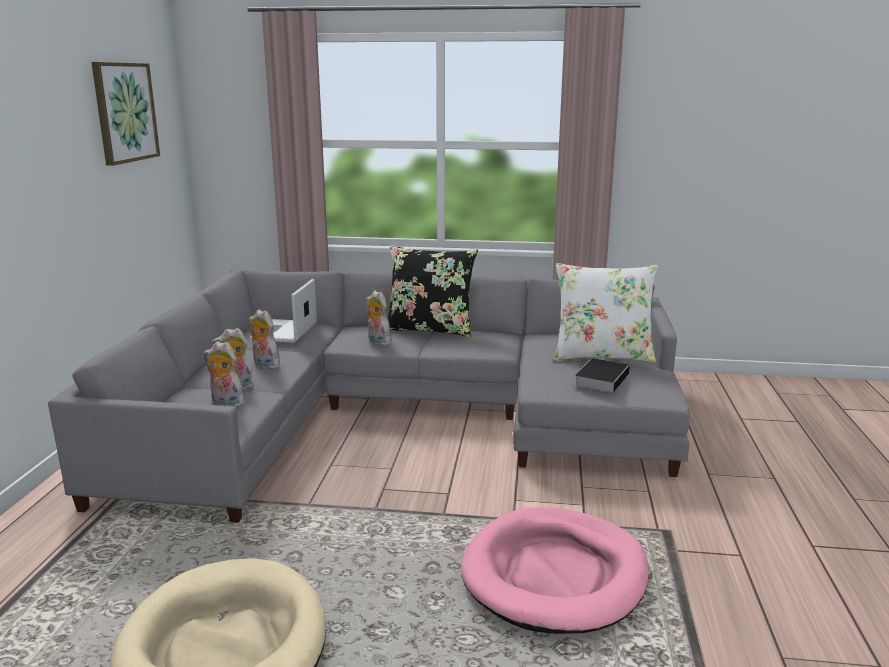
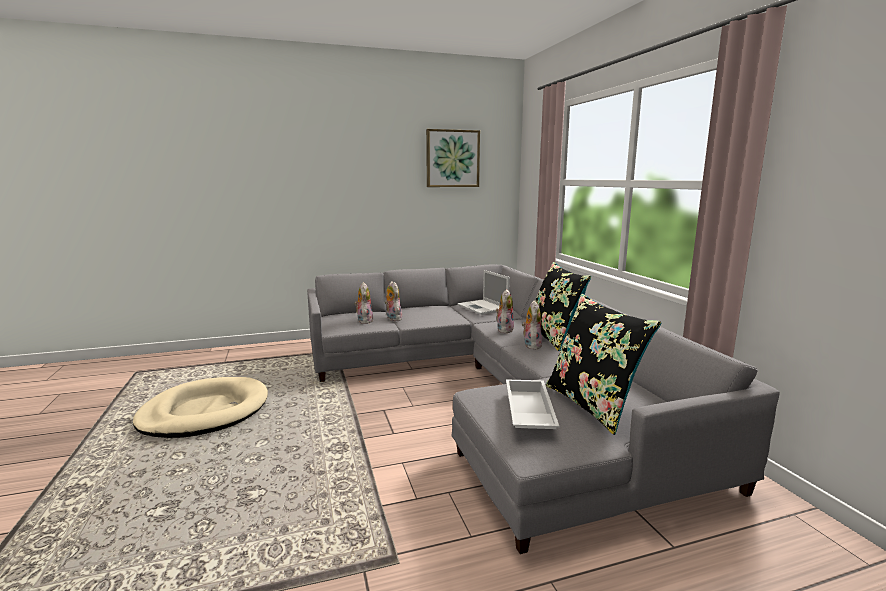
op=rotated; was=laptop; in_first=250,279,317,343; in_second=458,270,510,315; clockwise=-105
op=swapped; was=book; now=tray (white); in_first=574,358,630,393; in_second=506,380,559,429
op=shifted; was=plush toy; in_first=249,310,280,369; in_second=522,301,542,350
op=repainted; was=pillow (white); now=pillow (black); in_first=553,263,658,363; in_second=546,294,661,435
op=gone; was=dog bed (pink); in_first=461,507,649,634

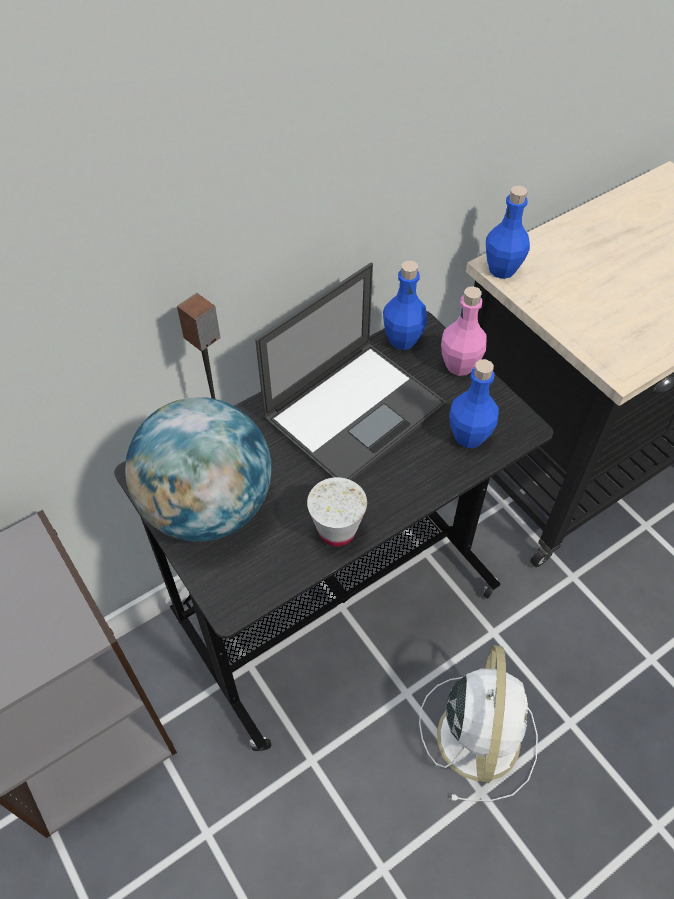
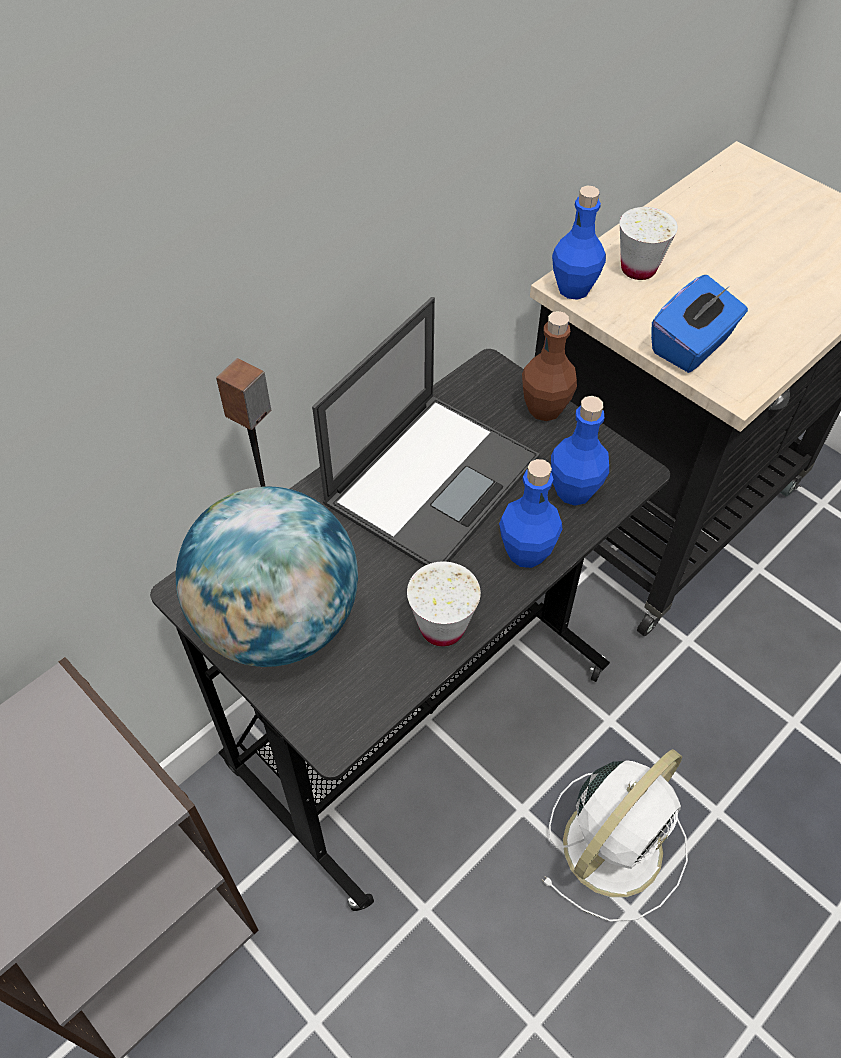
op=shifted; was=bottle (blue); in_first=383,260,427,350; in_second=499,459,562,568
op=repainted; was=bottle (pink); now=bottle (brown); in_first=441,286,487,376; in_second=522,311,577,421
op=rotated; was=fan (white); in_first=419,645,538,801; in_second=542,749,688,922; clockwise=45
op=new; now=cup (white); in_second=620,207,678,280
op=new; now=tissue box (blue); in_second=651,275,748,373

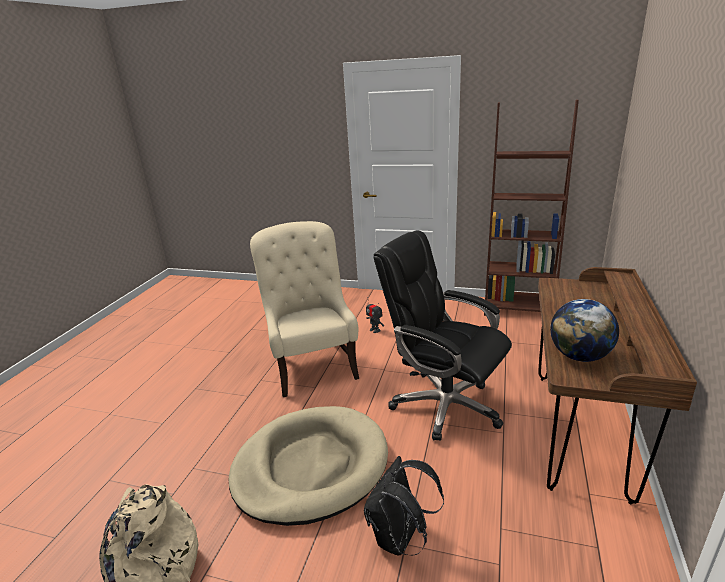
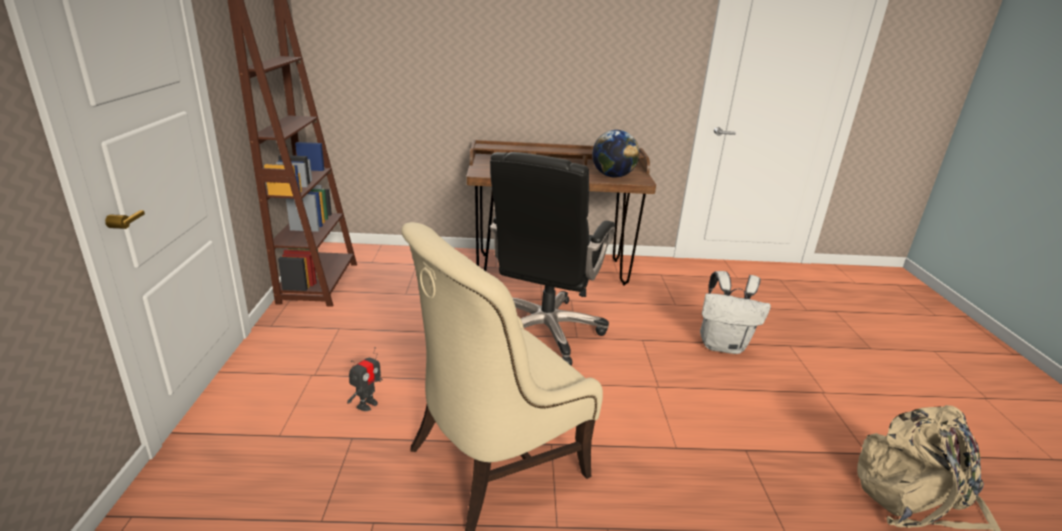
op=repainted; was=backpack (black); now=backpack (white); in_first=364,456,444,556; in_second=700,271,771,354
op=gone; was=dog bed (beige); in_first=229,406,388,526

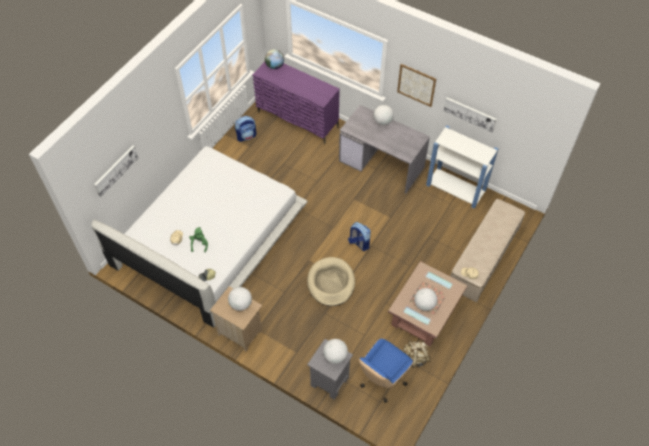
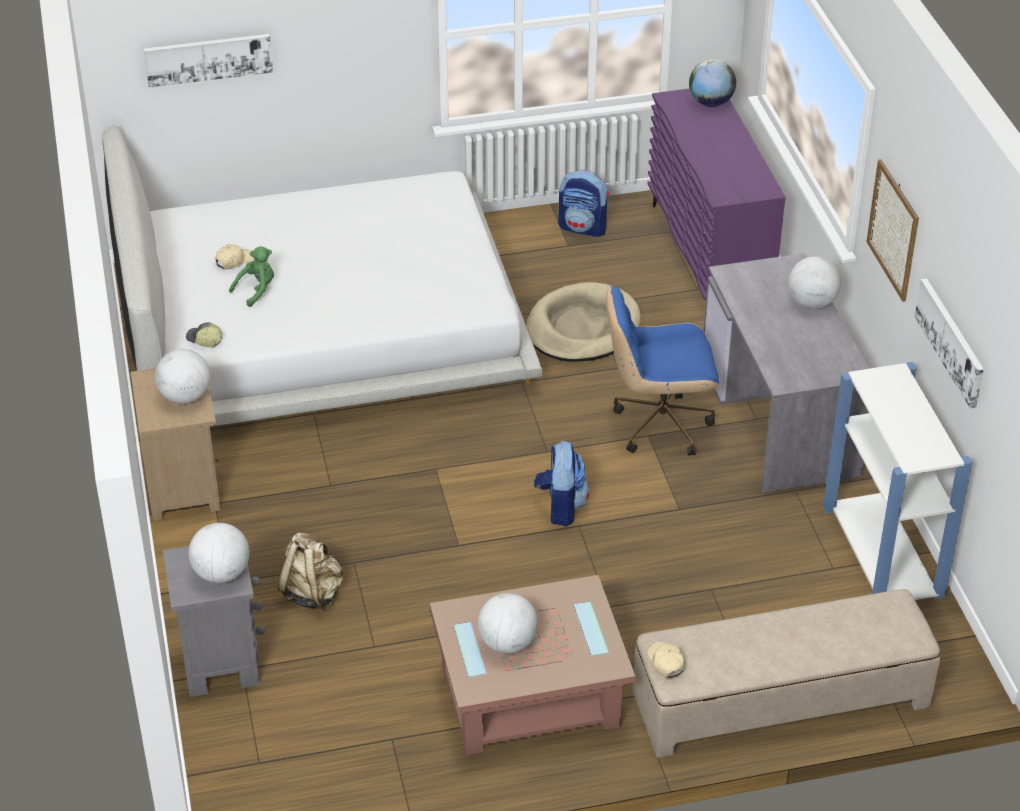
op=shifted; was=backpack (beige); in_first=403,341,431,368; in_second=278,533,343,610
op=shifted; was=dog bed (beige); in_first=307,257,355,306; in_second=526,282,641,361
op=shifted; was=office chair (blue); in_first=359,338,413,403; in_second=606,286,720,456

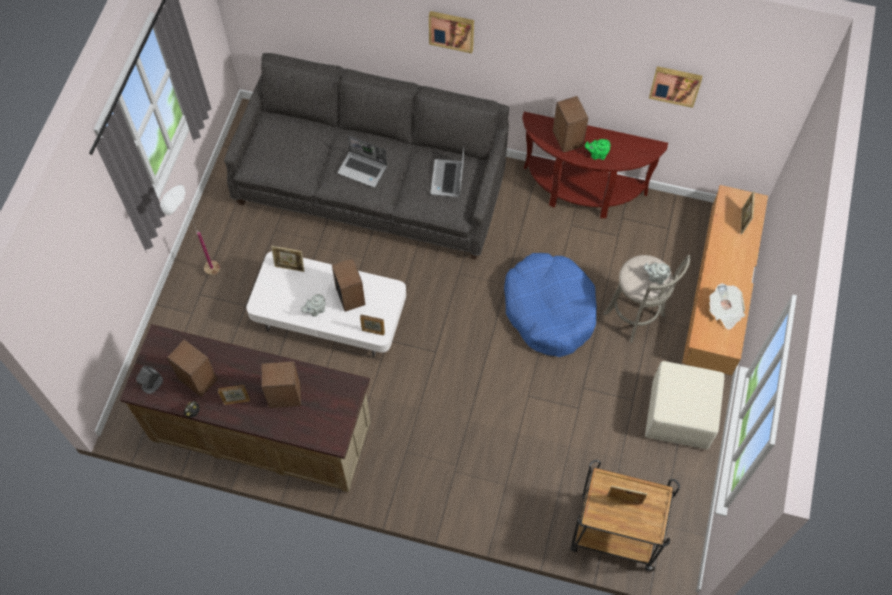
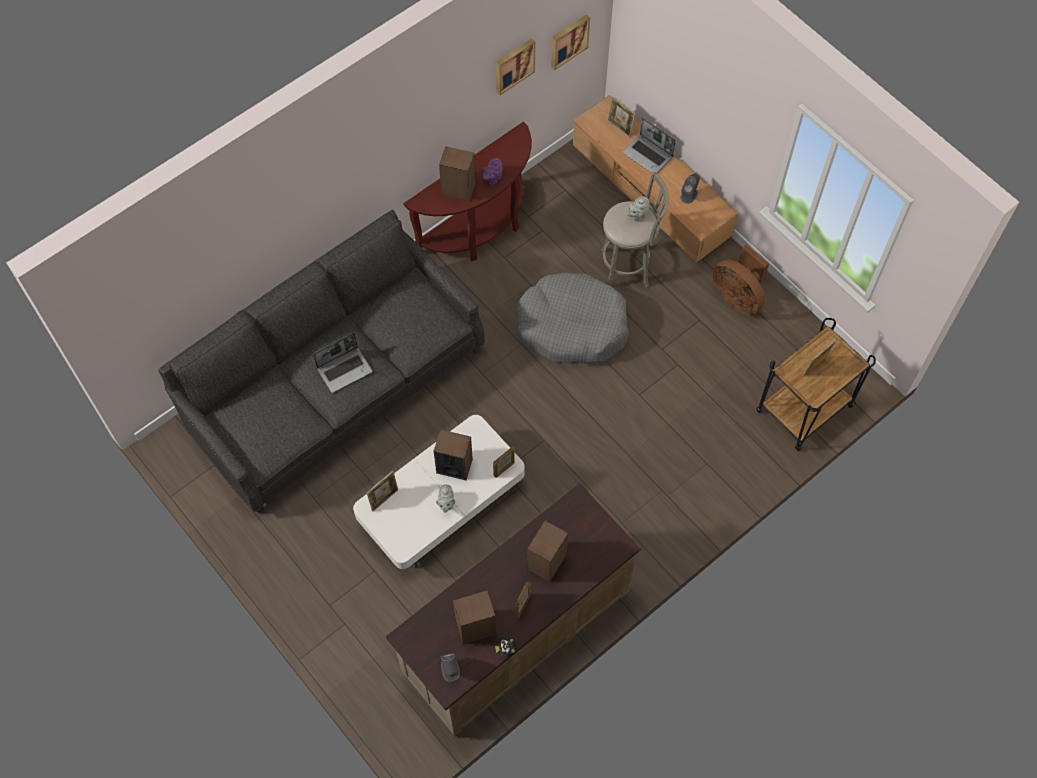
op=repainted; was=teapot (green); now=teapot (purple); in_first=585,139,611,160; in_second=483,158,503,184
op=repainted; was=dog bed (blue); now=dog bed (grey); in_first=504,253,597,357; in_second=516,272,629,364
op=shifted; was=picture; in_first=429,11,474,53; in_second=551,14,590,70
op=shifted; was=laptop; in_first=431,146,464,197; in_second=622,117,676,174
op=swapped; was=newspaper; now=speaker (grey); in_first=709,283,745,330; in_second=680,173,700,204
op=swapped; was=ottoman (beige); now=fan (brown); in_first=645,361,725,449; in_second=713,244,769,315
op=gone; was=floor lamp (white); in_first=160,185,220,276

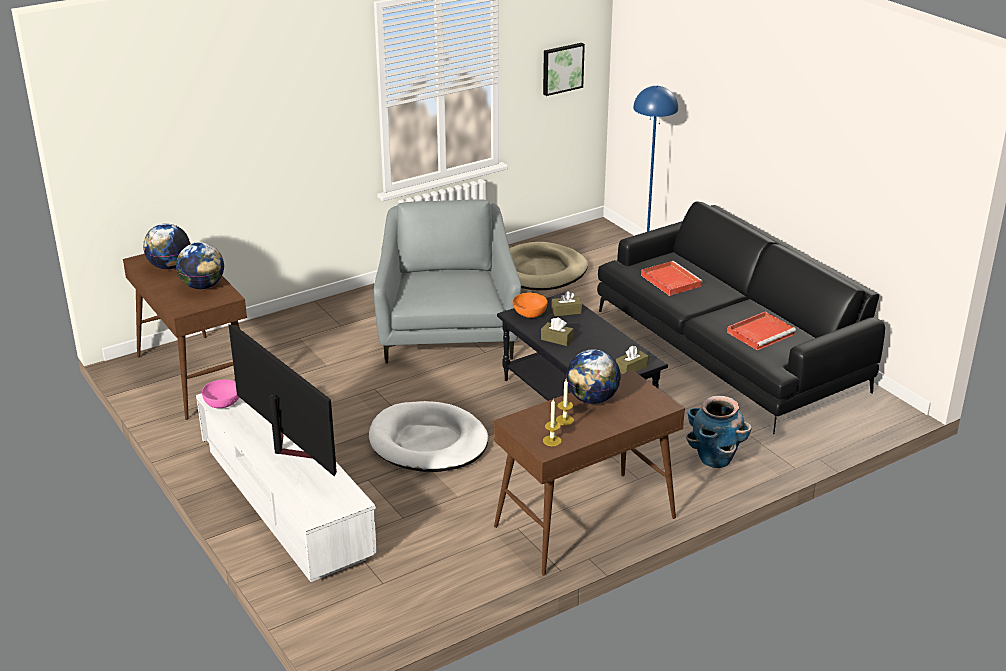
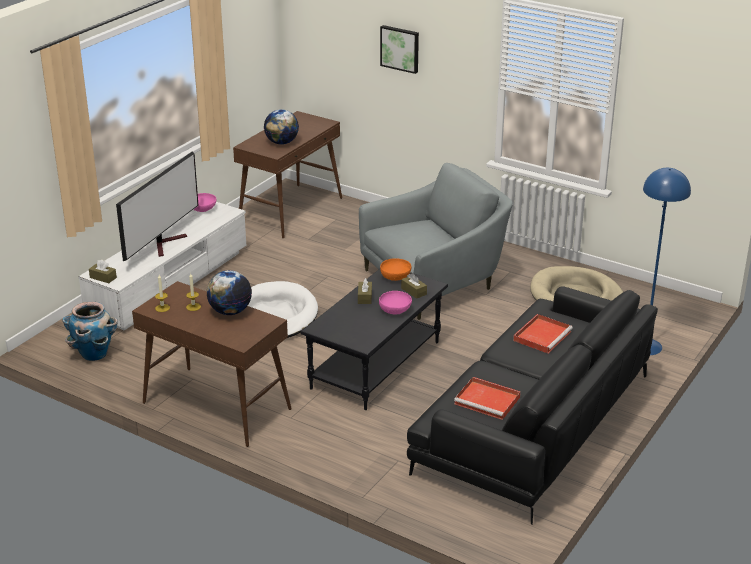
op=shifted; was=planter; in_first=686,396,752,468; in_second=63,302,118,361
op=shifted; was=tissue box (brown); in_first=616,346,649,374; in_second=89,260,117,283
op=new; now=bowl (pink); in_second=379,291,412,314
op=shifted; was=picture; in_first=543,43,585,96; in_second=380,25,419,74
op=gone; was=globe; in_first=143,224,190,269

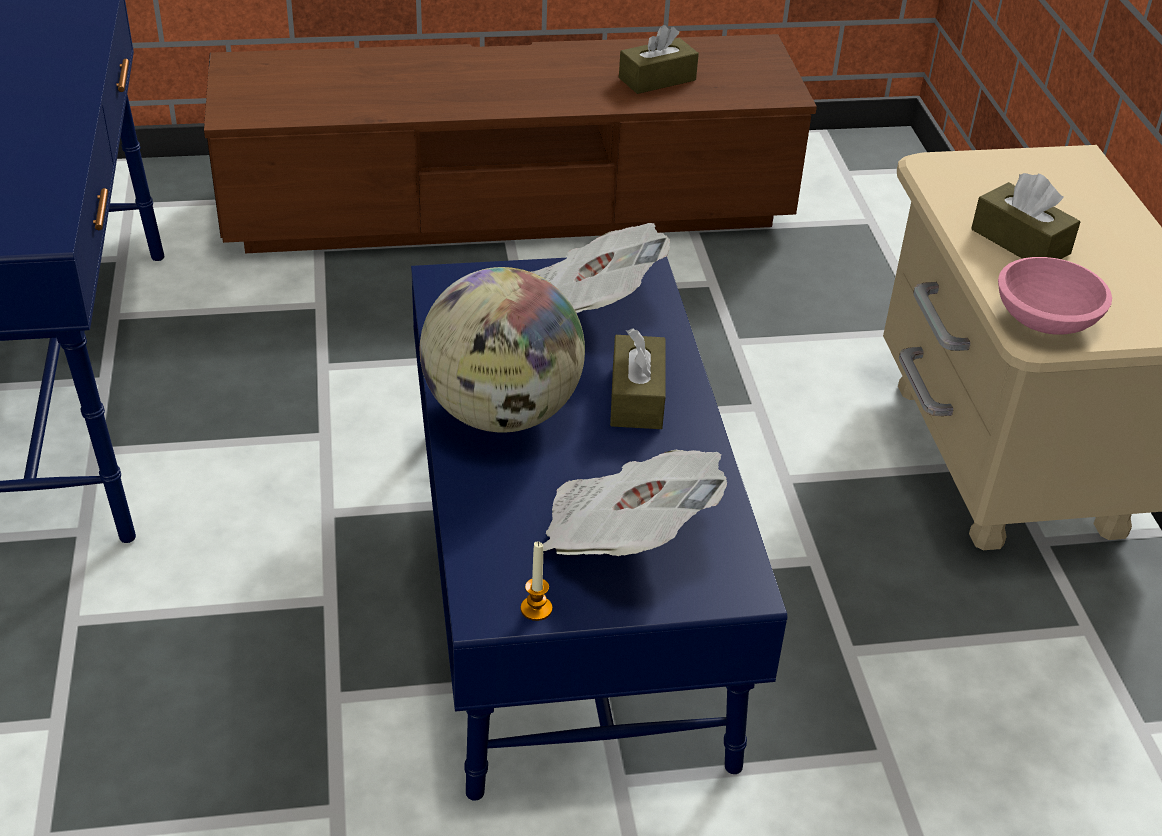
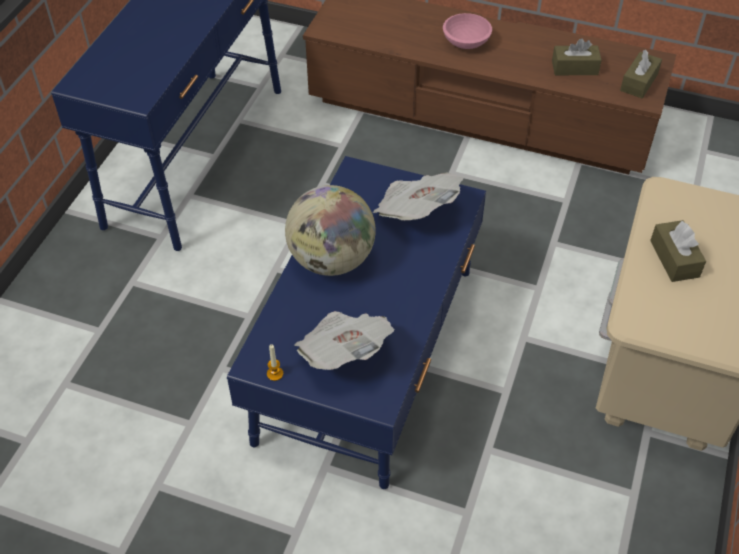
op=shifted; was=bowl (pink); in_first=998,257,1112,335; in_second=443,13,492,49
op=shifted; was=tissue box (brown); in_first=610,328,666,429; in_second=620,50,662,98

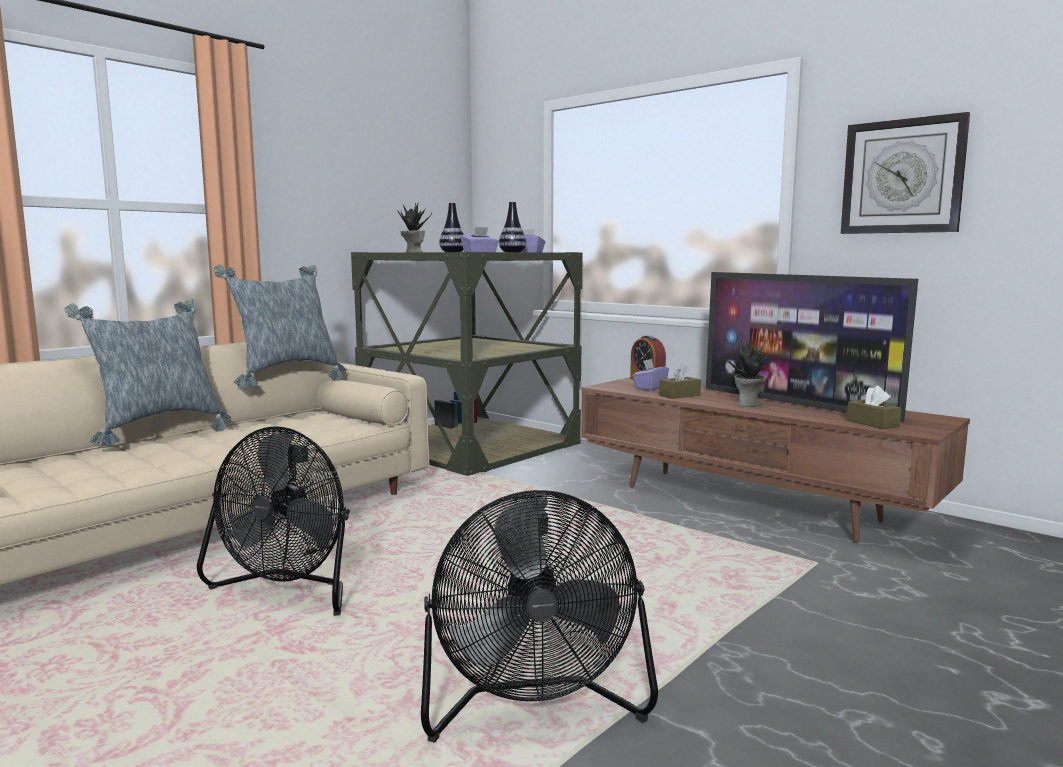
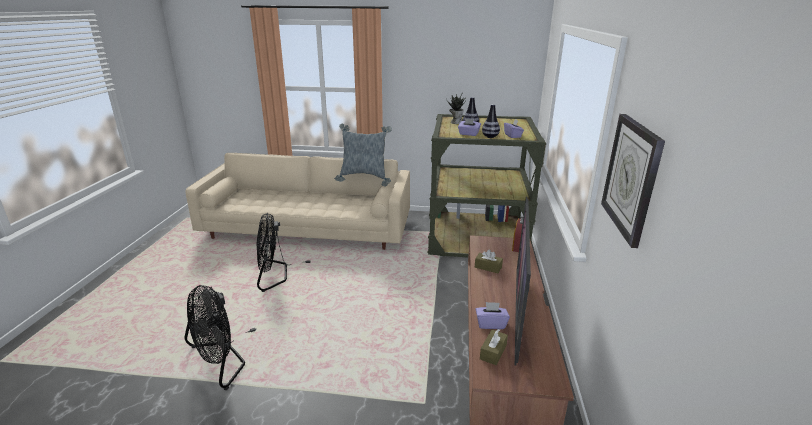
op=shifted; was=tissue box (purple); in_first=632,359,669,391; in_second=476,302,510,329
op=gone; was=pillow; in_first=64,300,232,447
op=gone; was=potted plant; in_first=723,340,771,407

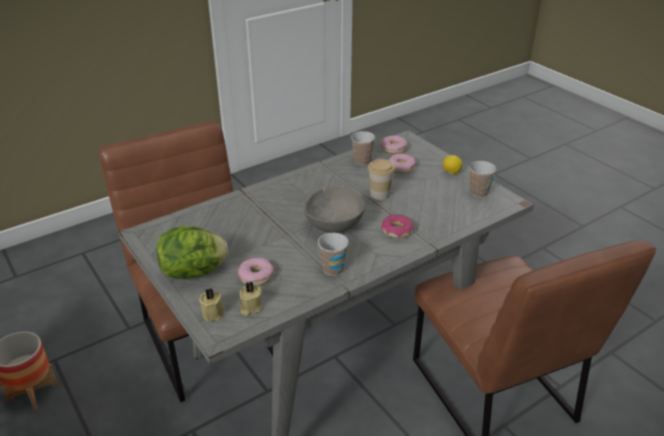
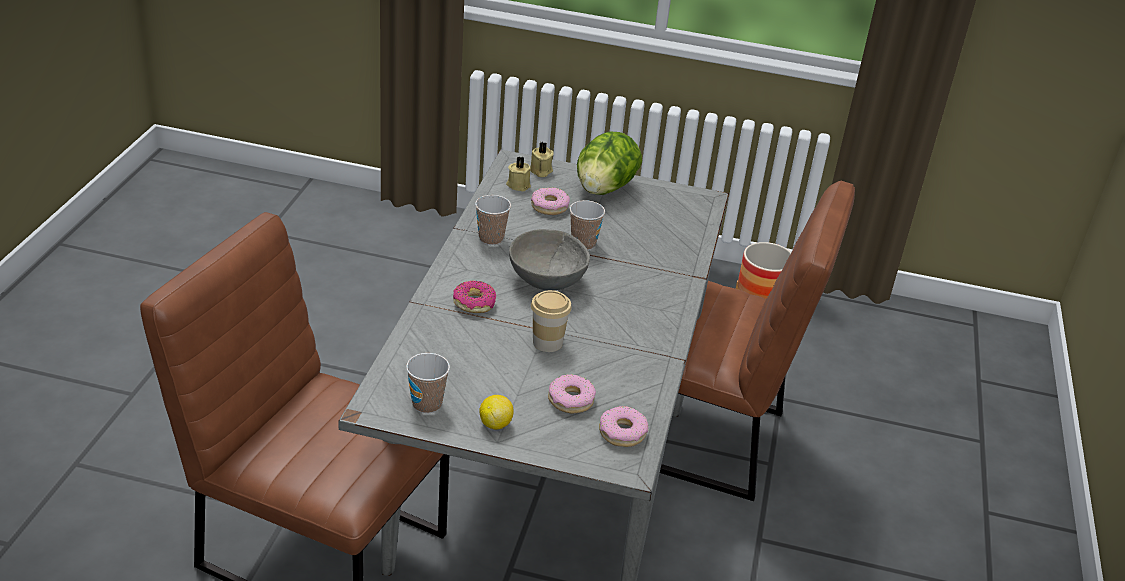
op=shifted; was=cup; in_first=351,131,375,165; in_second=570,200,605,250

